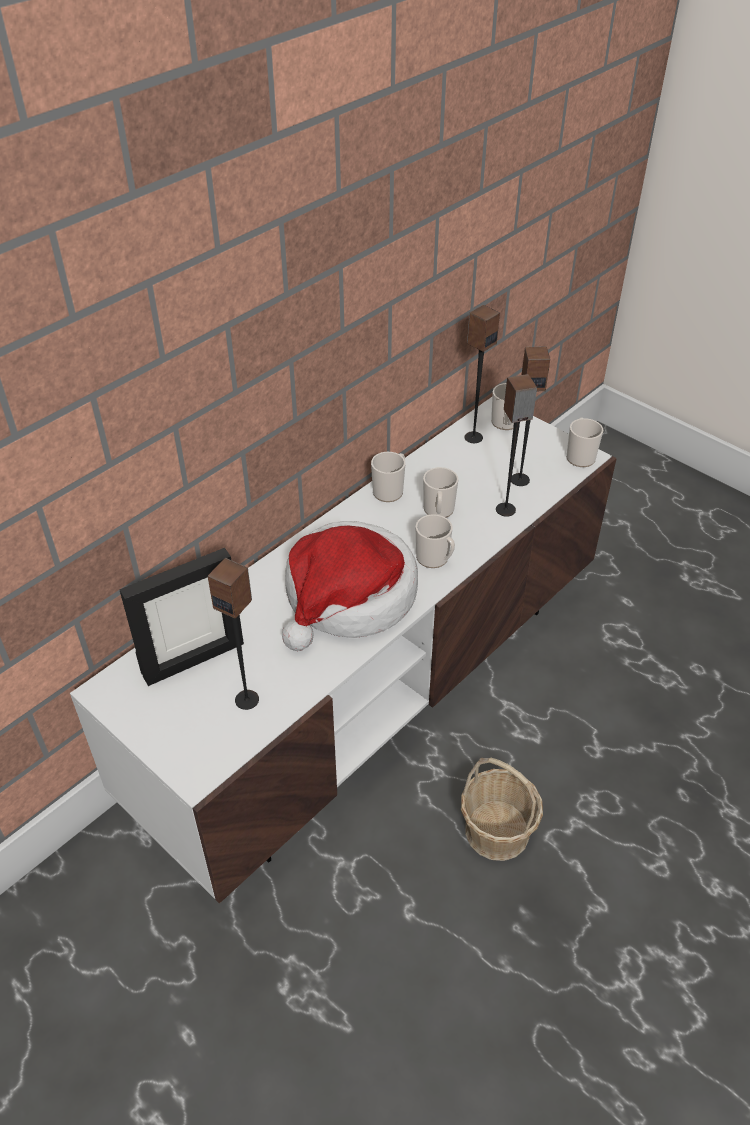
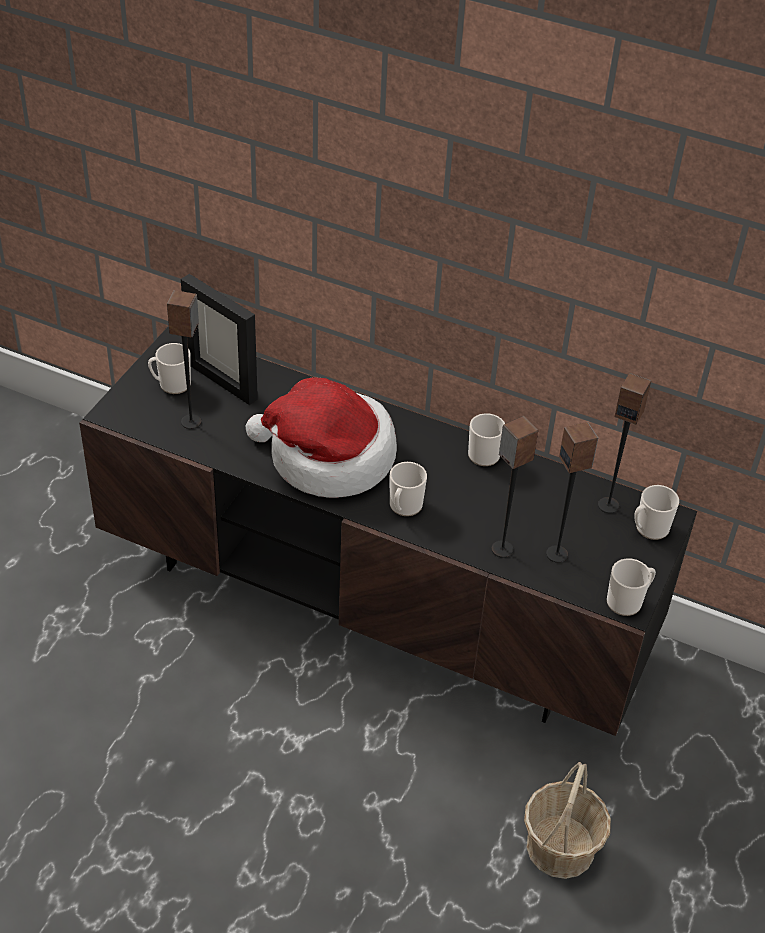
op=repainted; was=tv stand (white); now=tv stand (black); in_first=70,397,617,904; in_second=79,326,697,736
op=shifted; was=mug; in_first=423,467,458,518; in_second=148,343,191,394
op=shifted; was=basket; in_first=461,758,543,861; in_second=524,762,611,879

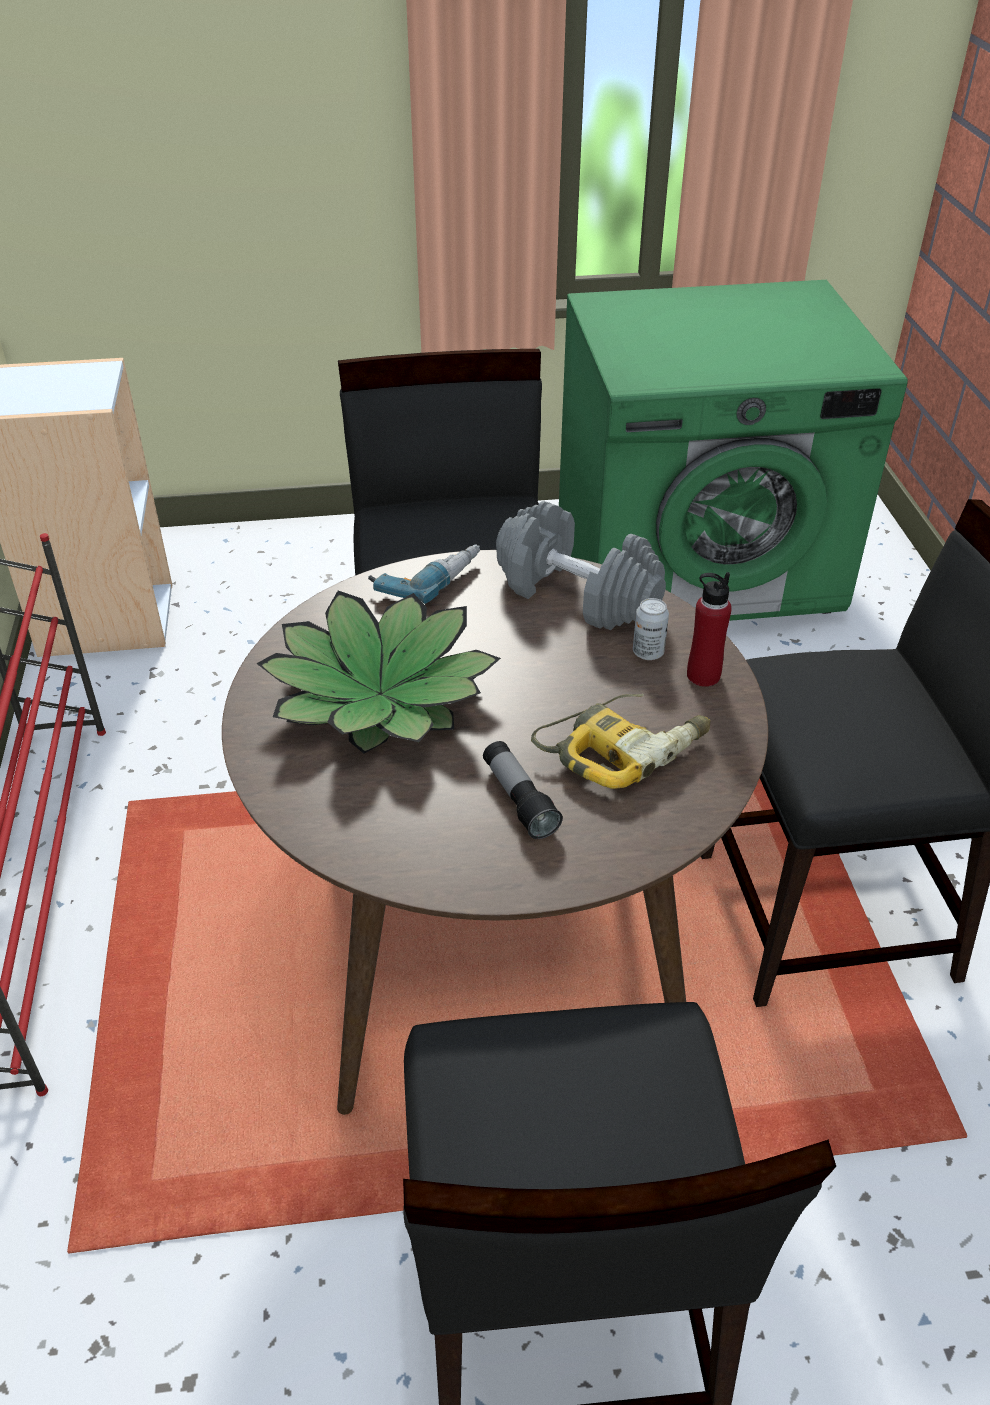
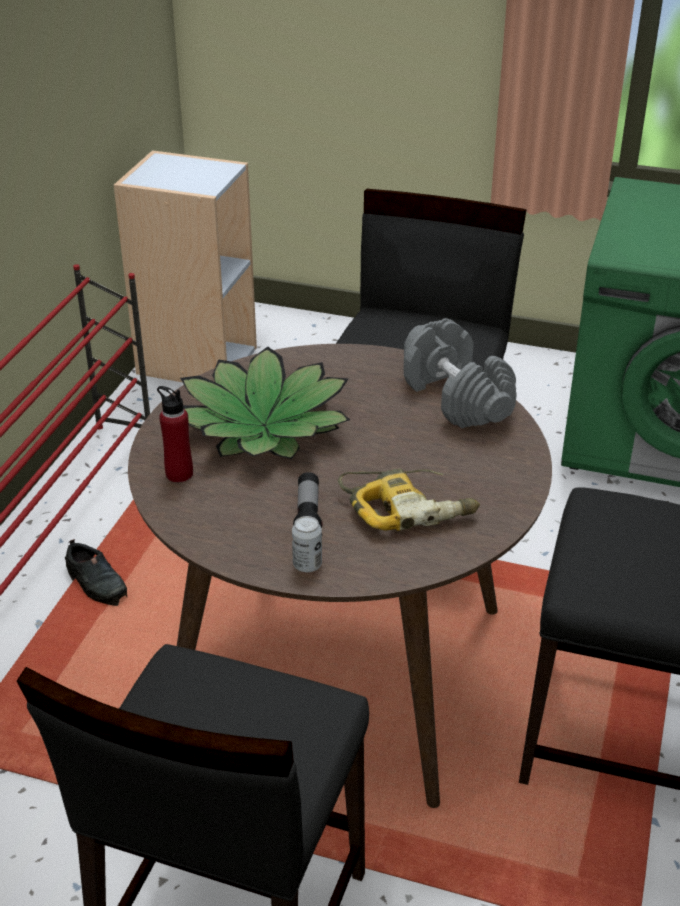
op=new; now=shoe (black); in_second=65,539,127,606
op=shifted; was=bottle (red); in_first=687,572,732,687; in_second=157,386,193,482
op=shifted; was=can; in_first=633,598,669,660; in_second=292,516,322,572
op=gone; was=power drill; in_first=368,544,480,604

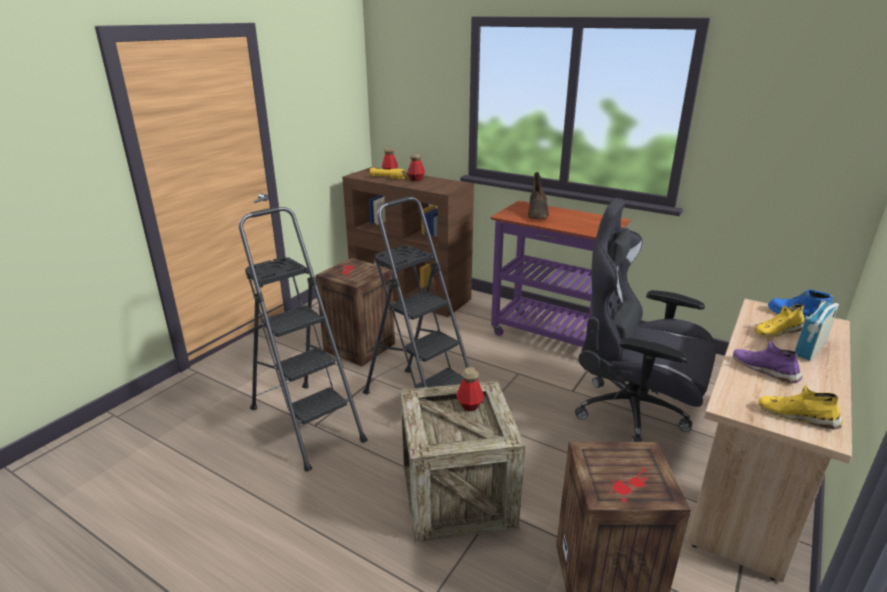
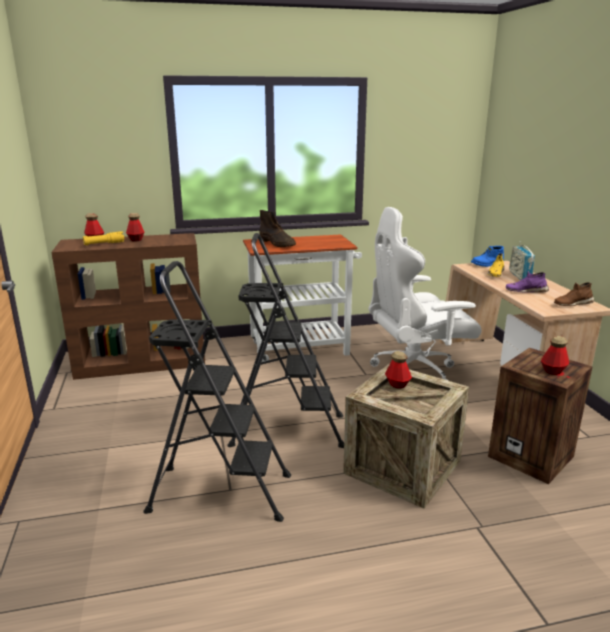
op=repainted; was=cart (purple); now=cart (white); in_first=491,201,630,347; in_second=243,235,362,362
op=repainted; was=office chair (black); now=office chair (white); in_first=575,198,716,442; in_second=369,207,482,380
op=new; now=bottle; in_second=541,336,569,375
op=repainted; was=shoe (yellow); now=shoe (brown); in_first=758,385,843,430; in_second=554,282,594,306
op=gone; was=crate; in_first=316,258,395,366

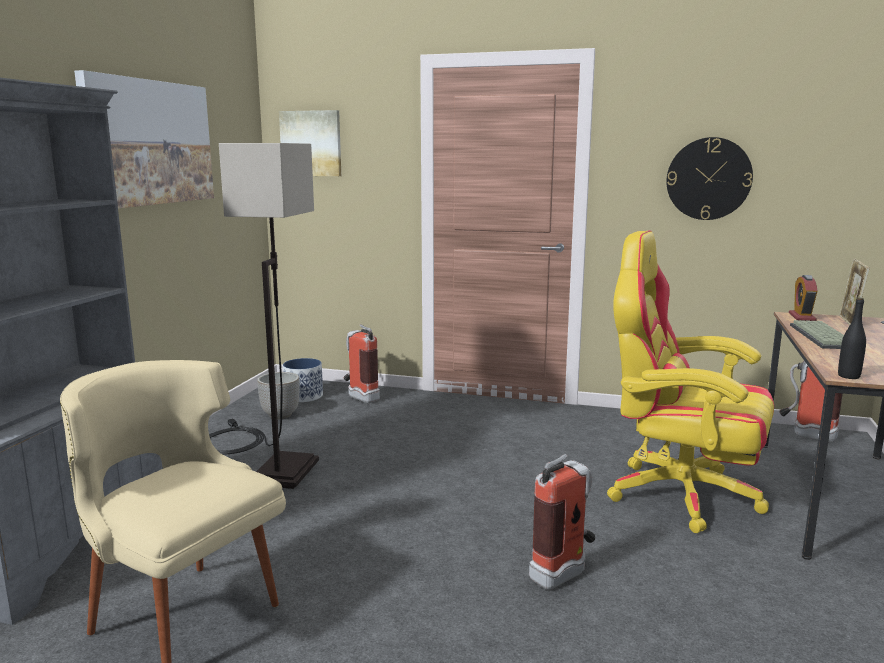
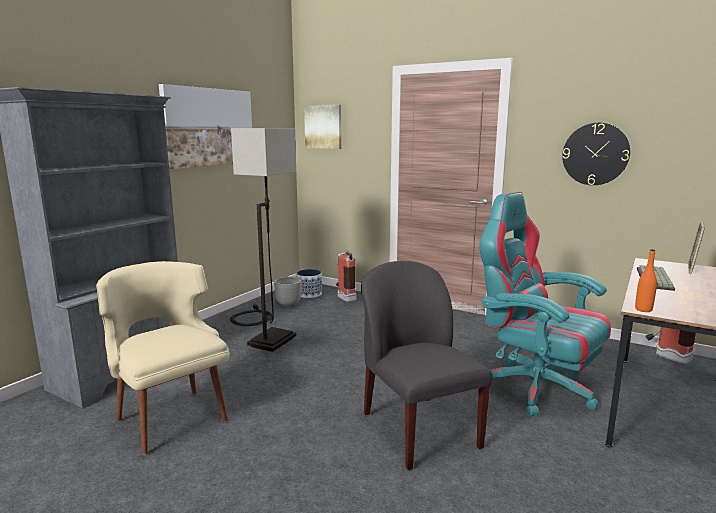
op=swapped; was=fire extinguisher; now=chair (grey); in_first=529,454,595,590; in_second=361,261,493,470
op=repainted; was=office chair (yellow); now=office chair (turquoise); in_first=607,230,774,533; in_second=479,192,611,416
op=repainted; was=bottle (black); now=bottle (orange); in_first=838,298,866,379; in_second=635,249,657,312
op=gone; was=alarm clock; in_first=789,275,818,321

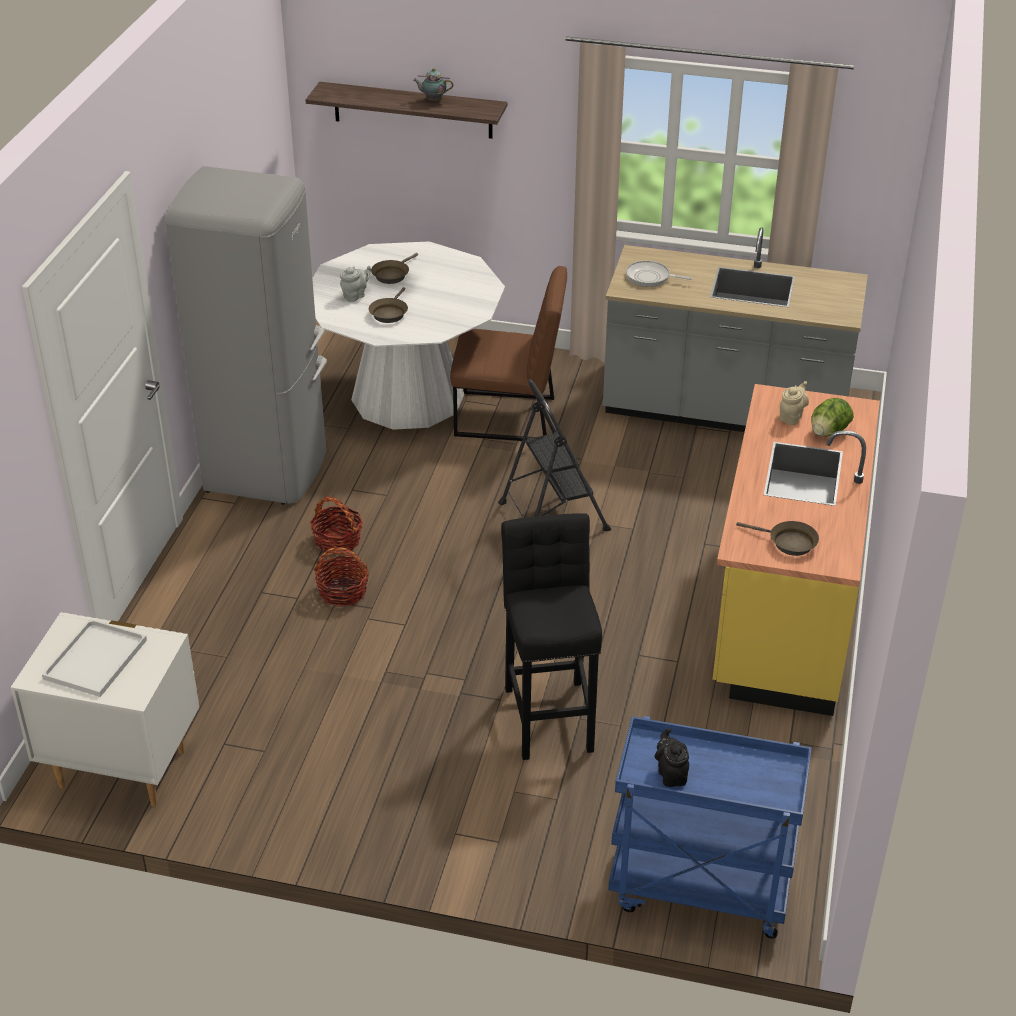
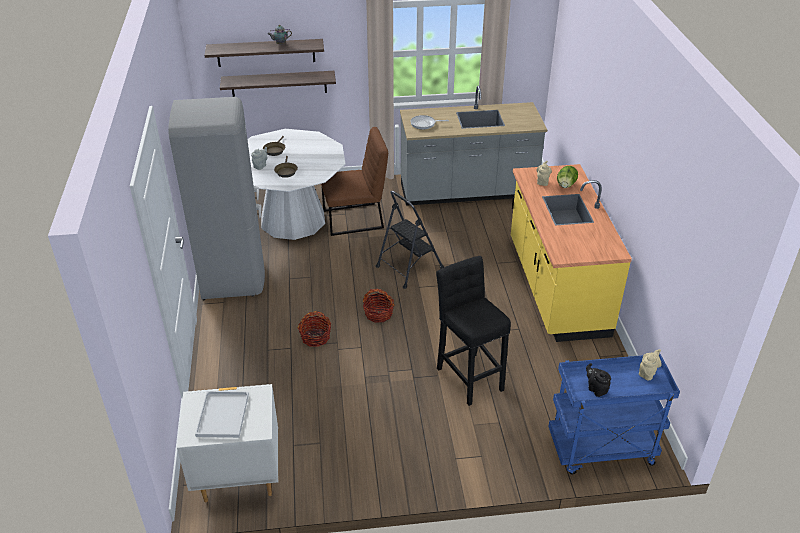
op=new; now=shelf; in_second=220,71,336,97
op=shifted; was=basket; in_first=310,496,363,552; in_second=363,288,394,323
op=new; now=teapot (beige); in_second=639,349,661,381
op=gone; was=frying pan (brown); in_first=736,521,819,556

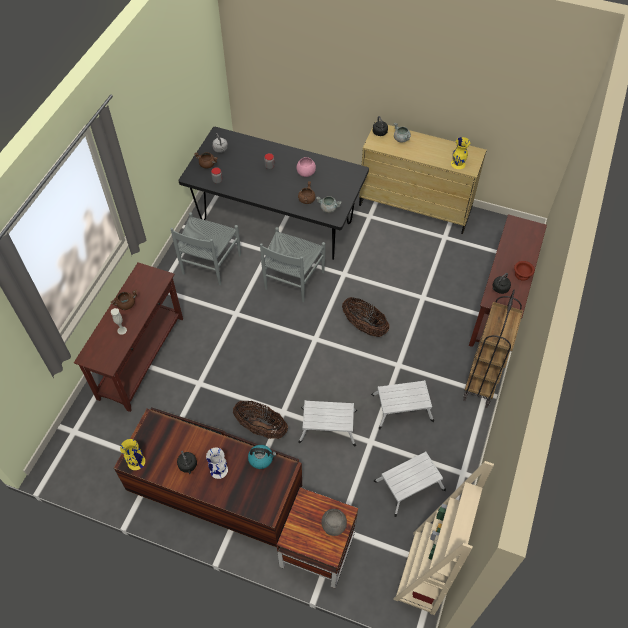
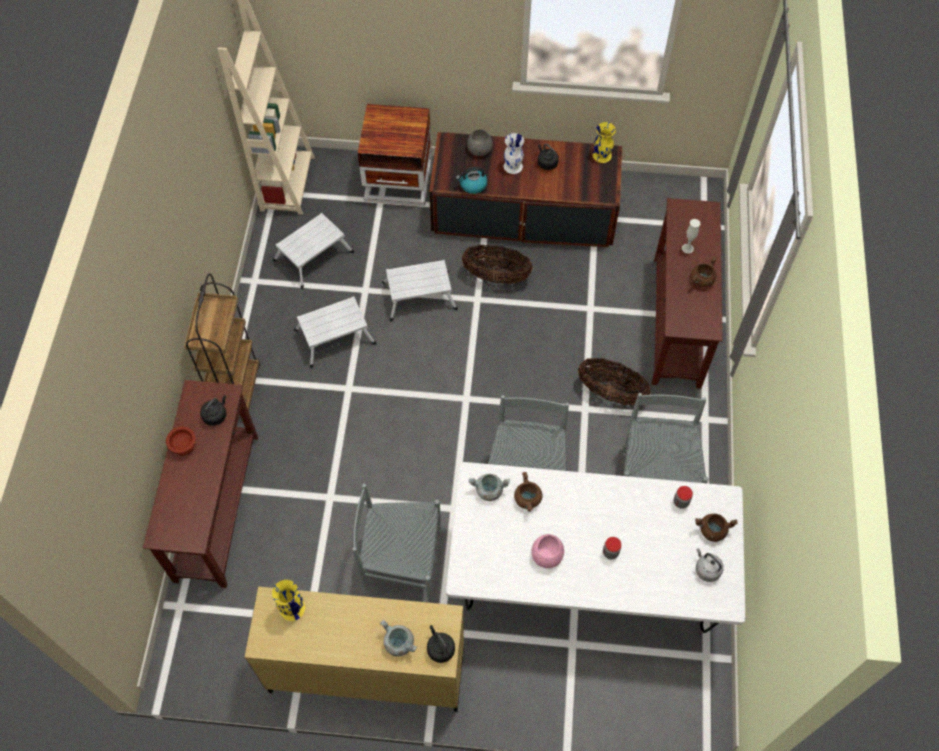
op=new; now=chair (grey); in_second=352,484,441,603
op=repainted; was=dining table (black); now=dining table (white); in_first=179,127,369,260; in_second=446,462,745,633
op=shifted; was=bowl (grey); in_first=321,509,347,536; in_second=467,129,493,156
op=shifted; was=basket; in_first=342,297,389,337; in_second=578,358,651,405

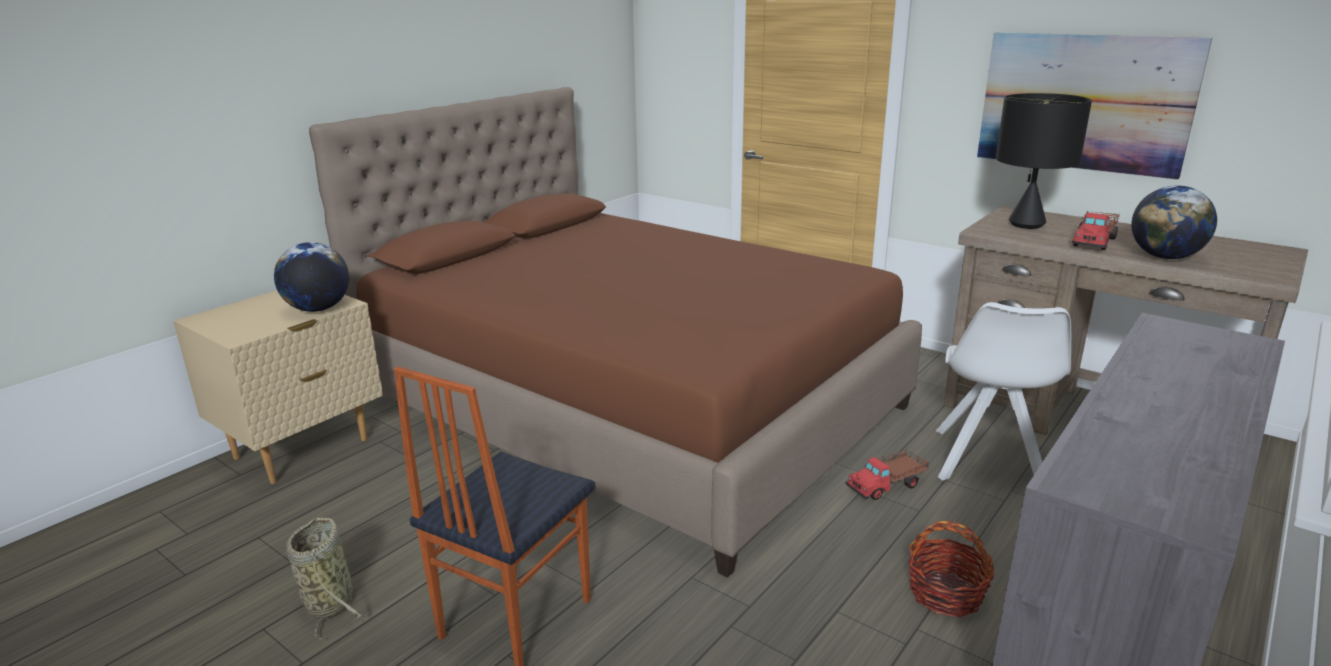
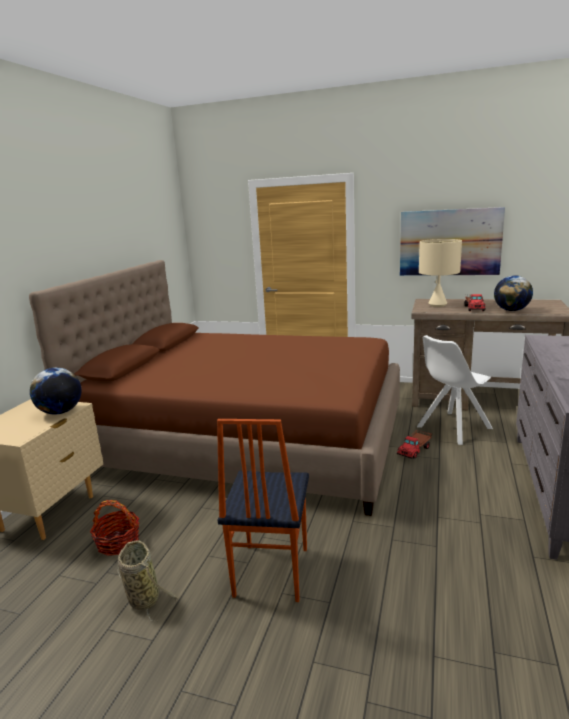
op=shifted; was=basket; in_first=908,521,994,618; in_second=90,500,139,556
op=rotated; was=chair (white); in_first=936,302,1071,481; in_second=417,335,493,445; clockwise=60
op=repainted; was=table lamp (black); now=table lamp (beige); in_first=996,93,1092,229; in_second=419,239,462,307

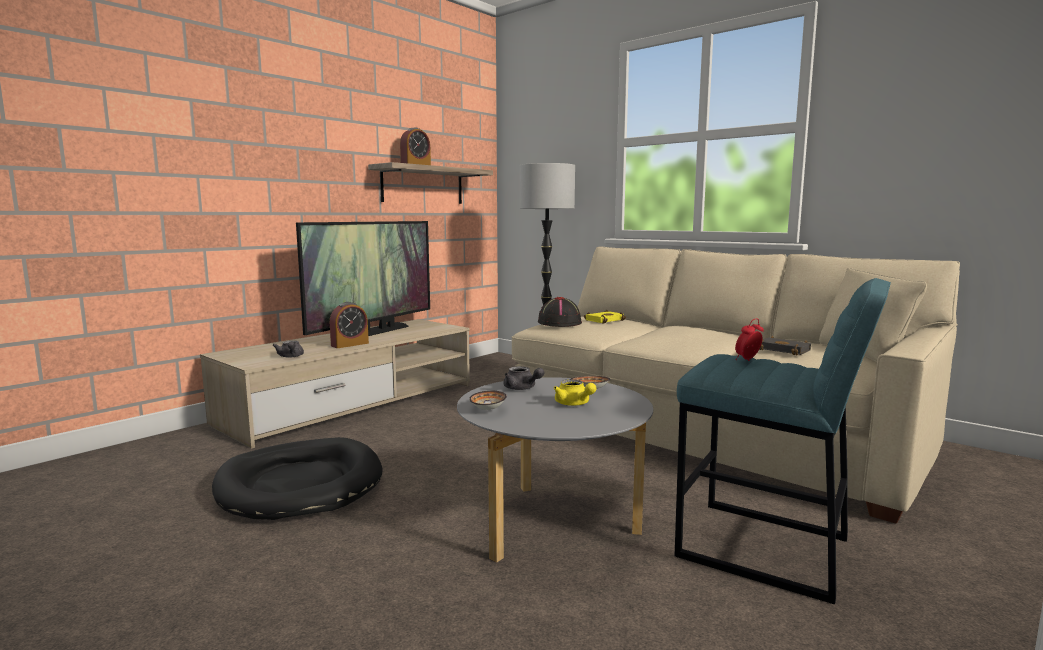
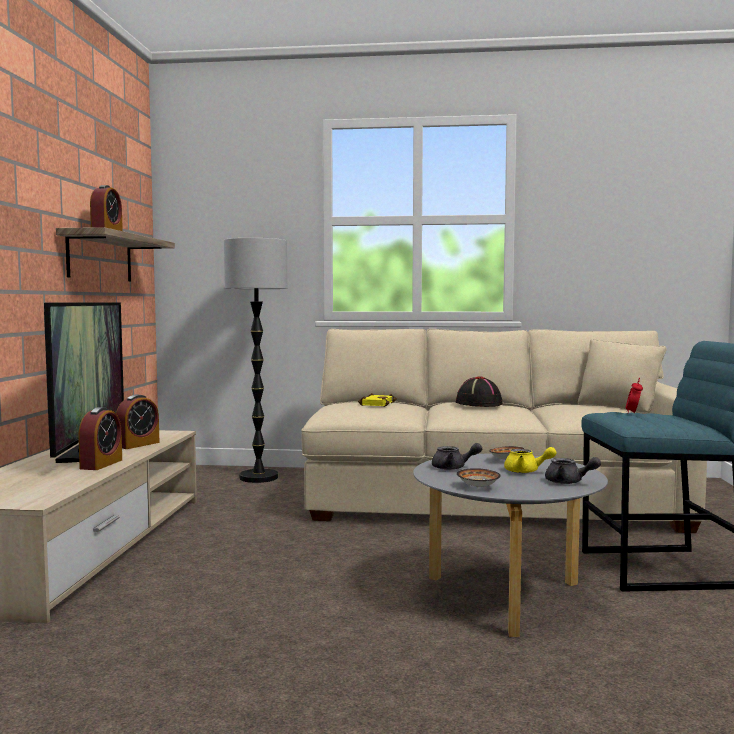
op=new; now=alarm clock; in_second=116,394,160,449
op=shifted; was=hat (black); in_first=538,297,582,327; in_second=456,376,503,407
op=shifted; was=teapot (grey); in_first=273,341,304,358; in_second=545,457,601,484
op=gone; was=dog bed (black); in_first=212,437,382,520
op=gone; was=book (black); in_first=759,336,811,356

